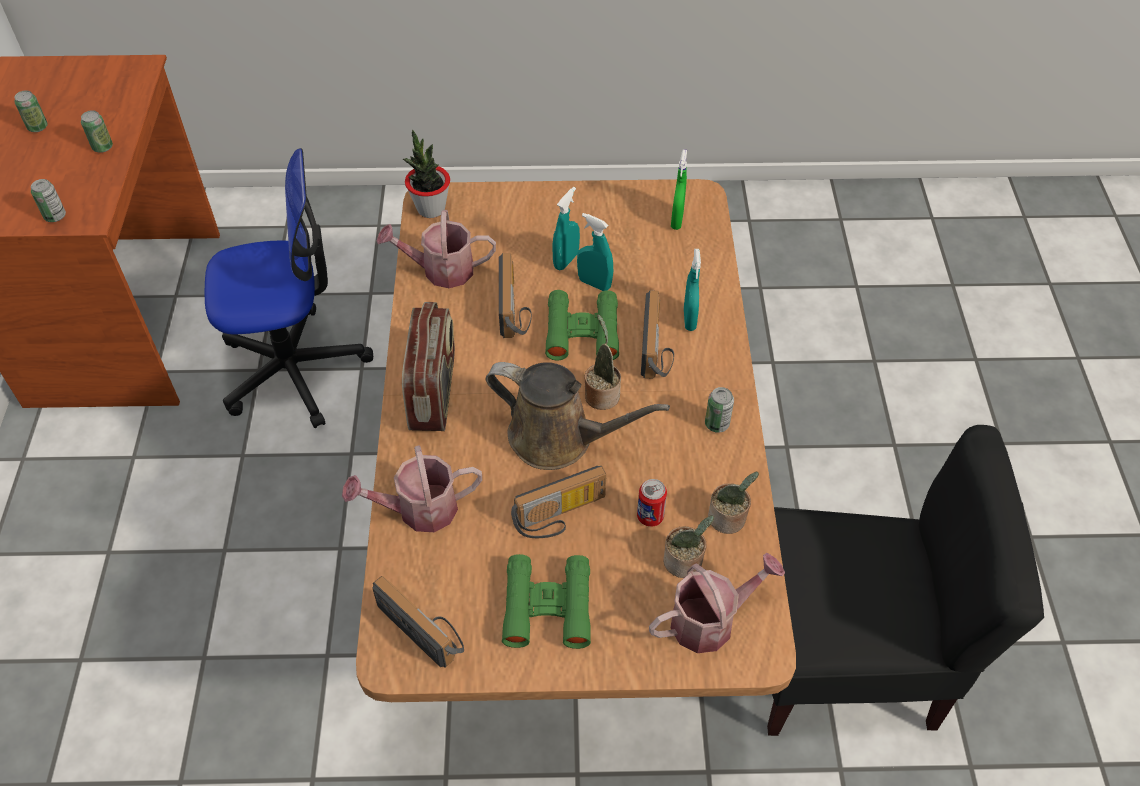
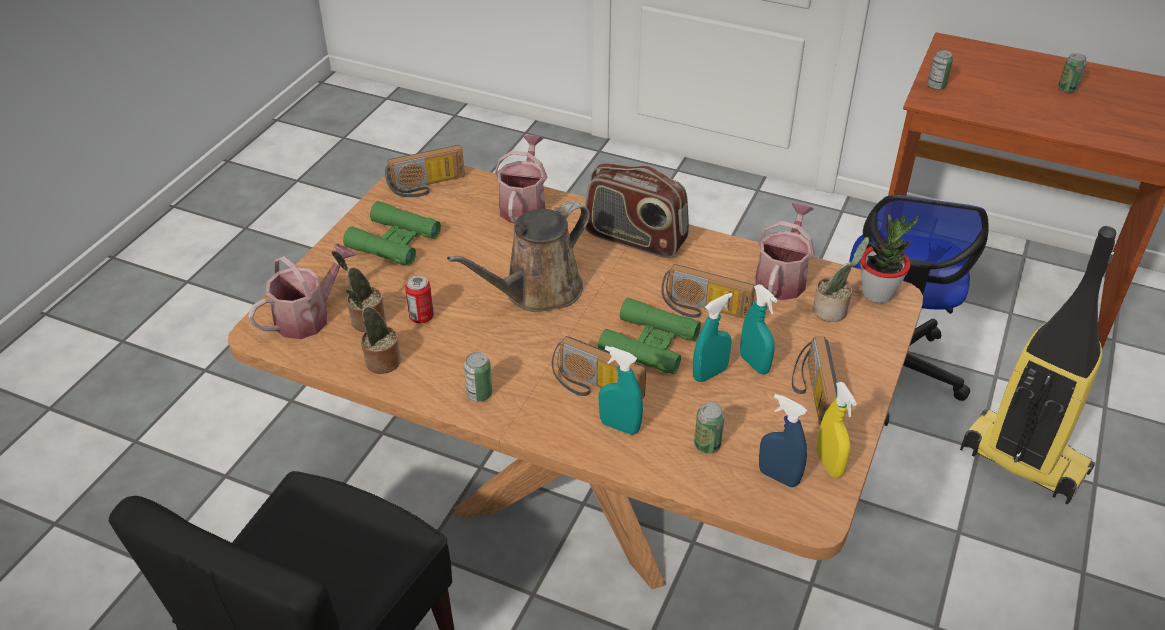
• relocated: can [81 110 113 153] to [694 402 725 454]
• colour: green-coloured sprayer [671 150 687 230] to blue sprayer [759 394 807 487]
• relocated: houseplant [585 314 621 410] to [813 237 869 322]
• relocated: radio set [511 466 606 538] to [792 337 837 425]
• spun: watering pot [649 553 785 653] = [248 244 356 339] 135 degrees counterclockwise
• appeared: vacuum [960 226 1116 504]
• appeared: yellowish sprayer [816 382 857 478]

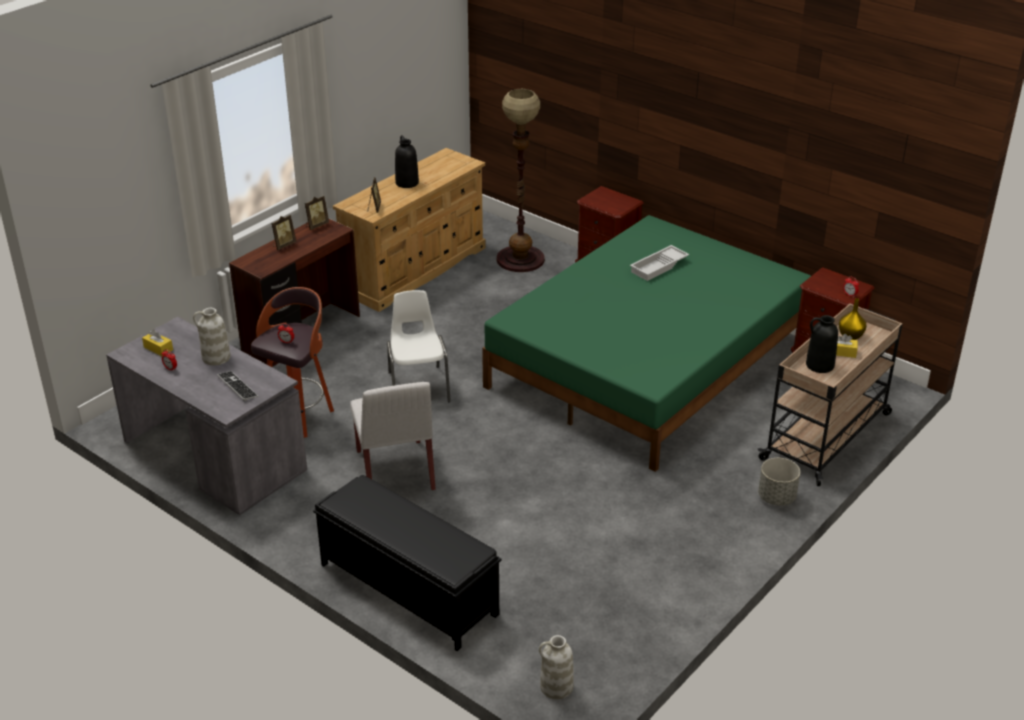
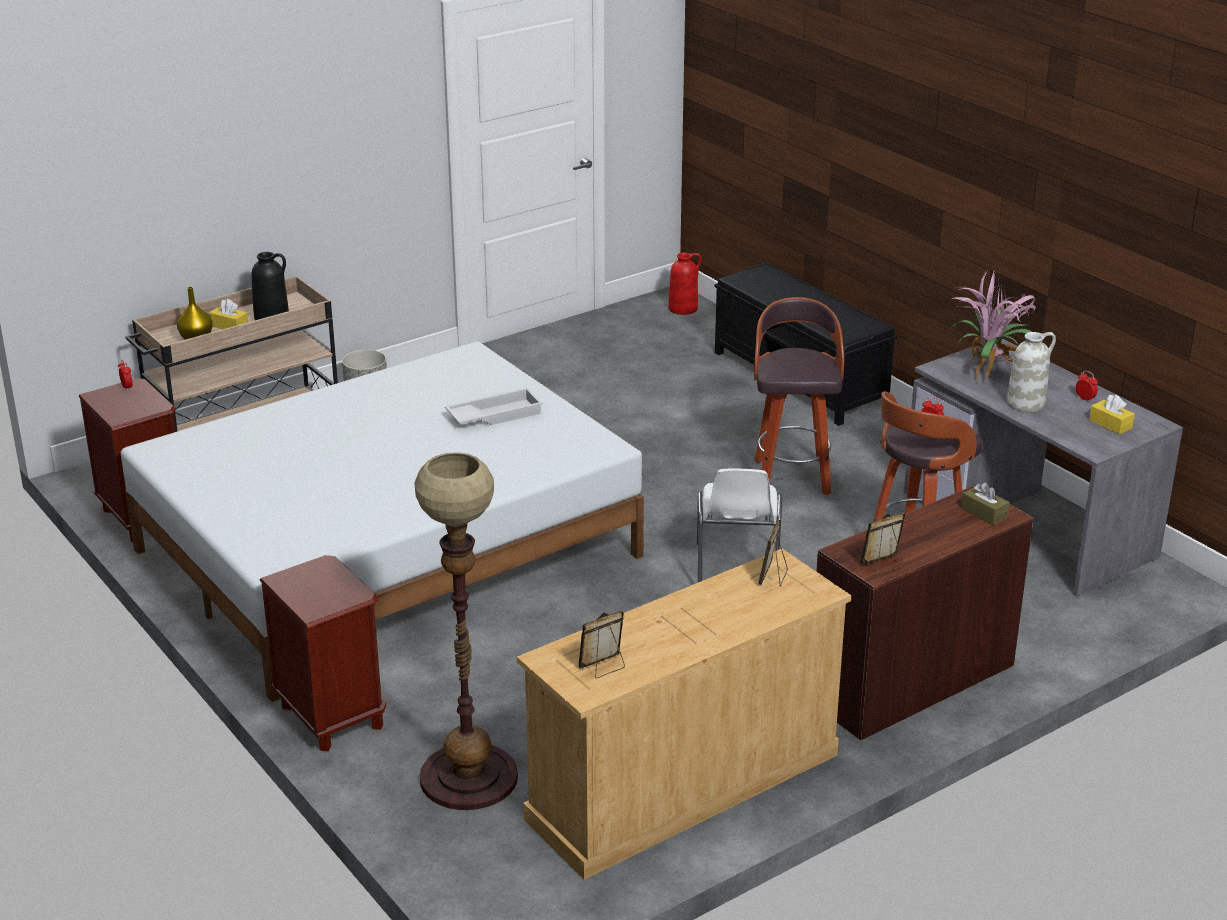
• missing: blackish decorative vase [395 135 419 188]
• relocated: standing frame [271 215 296 250] to [579 610 625 678]
• colour: green-coloured bed [482 215 811 472] to white-coloured bed [121 342 644 702]
• relocated: white-coloured carrying tray [630 245 689 281] to [445 388 543 425]
• exchanged: keyboard [217 371 258 401] to houseplant [952 270 1036 382]
• exchanged: white-coloured plain chair [350 382 436 490] to stool seat [754 297 844 495]
• colour: white-coloured decorative vase [539 635 574 699] to red decorative vase [669 253 702 315]
• appeared: brown-coloured box of tissues [961 482 1010 525]

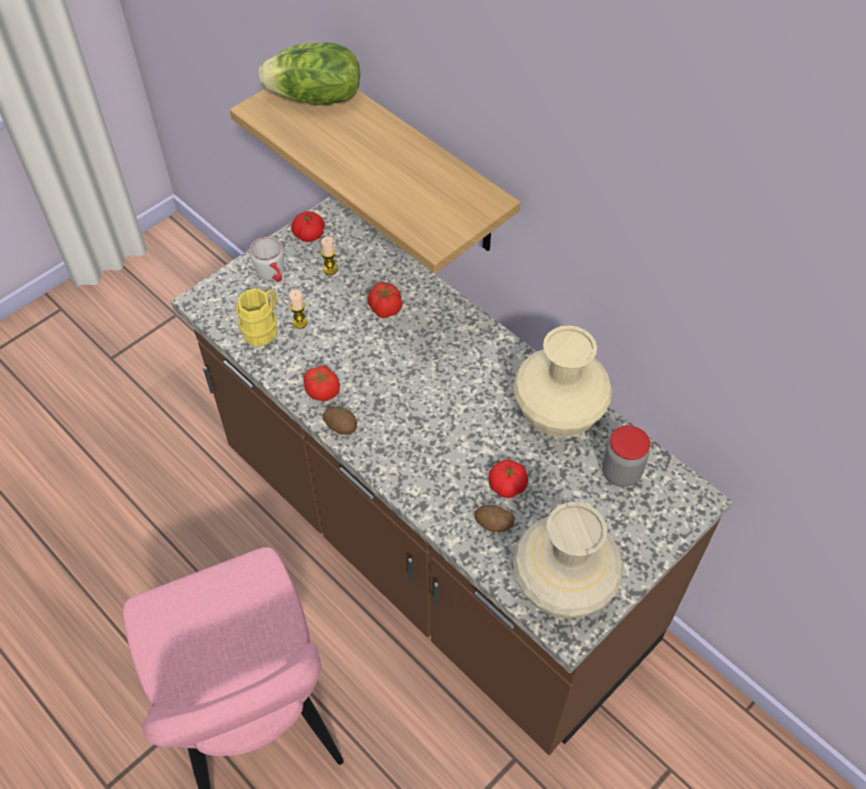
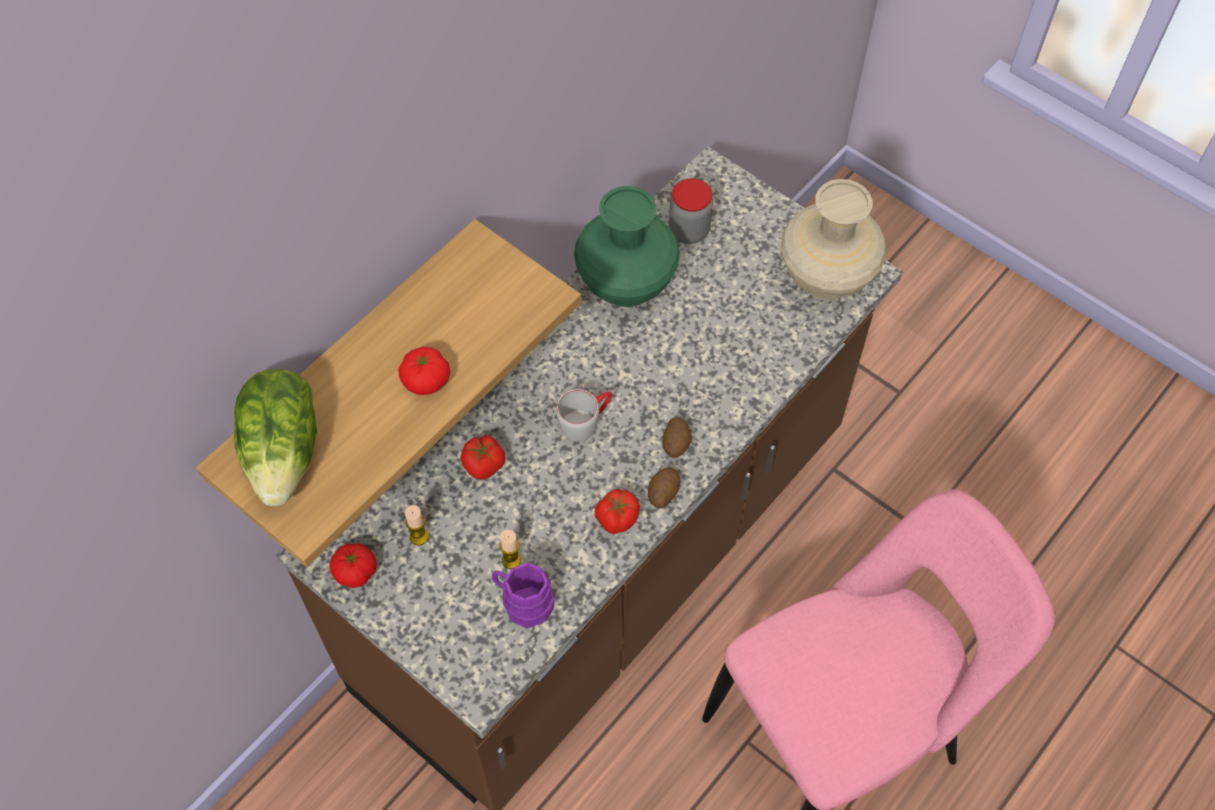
• relocated: gray mug [250 237 284 282] to [556 389 612 442]
• colour: yellowish mug [236 288 277 347] to purple-coloured mug [492 563 555 628]
• colour: sand-coloured decorative vase [513 325 612 437] to green-coloured decorative vase [574 186 680 307]
• relocated: tomato [488 460 528 498] to [398 347 450 395]
• relocated: spud [475 505 515 532] to [662 418 692 458]

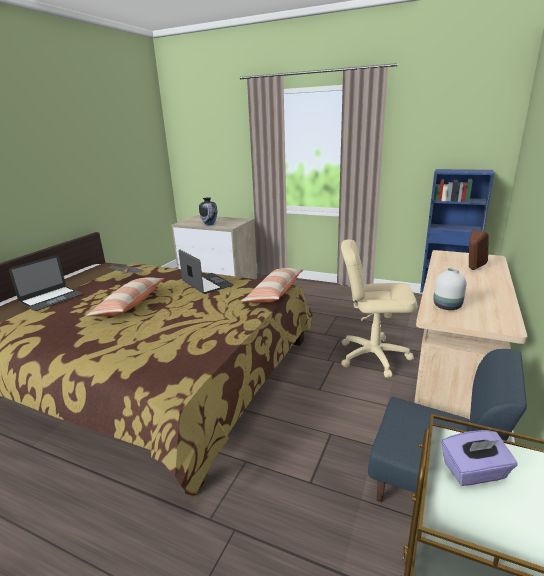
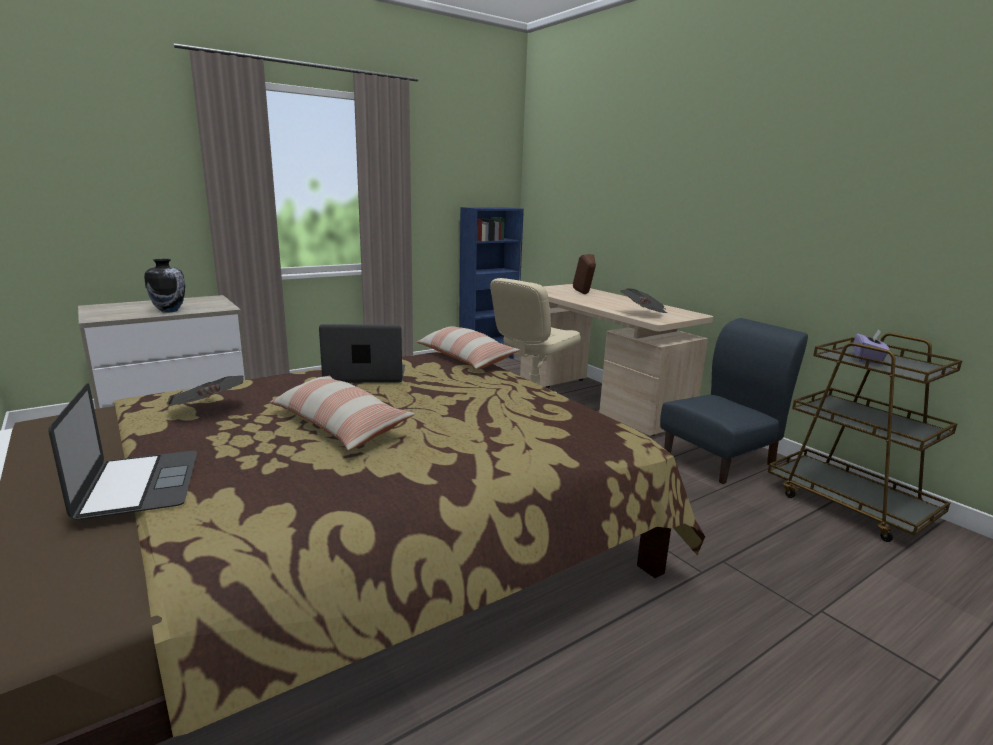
• exchanged: white-coloured decorative vase [433 268 467 310] to daily paper [620 288 667 313]

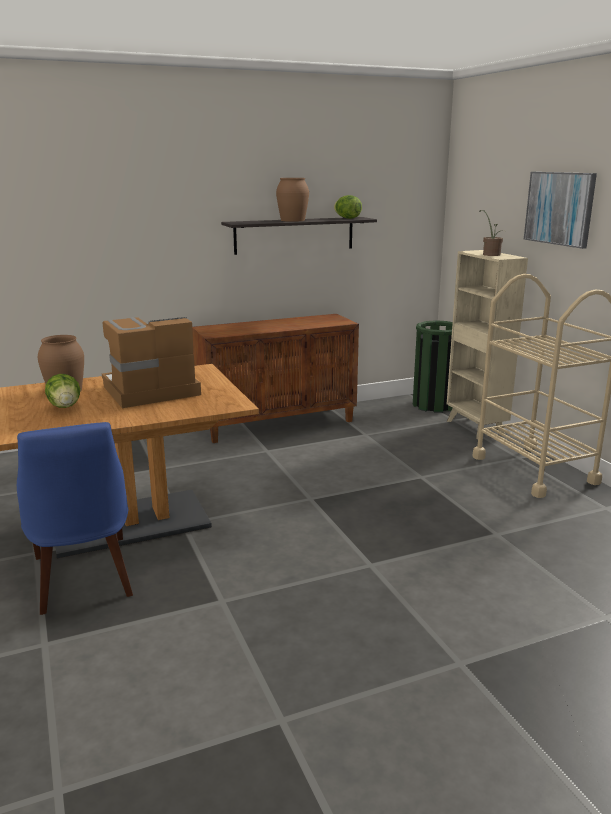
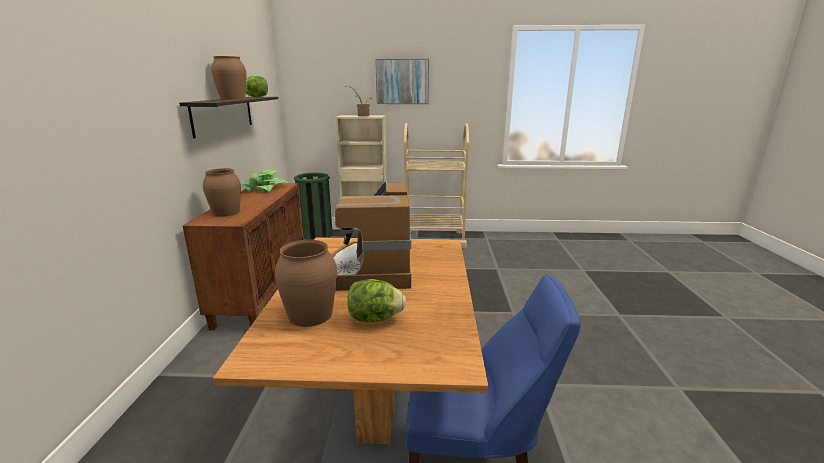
• appeared: brown-coloured decorative vase [203 168 241 216]
• appeared: houseplant [241 170 288 192]

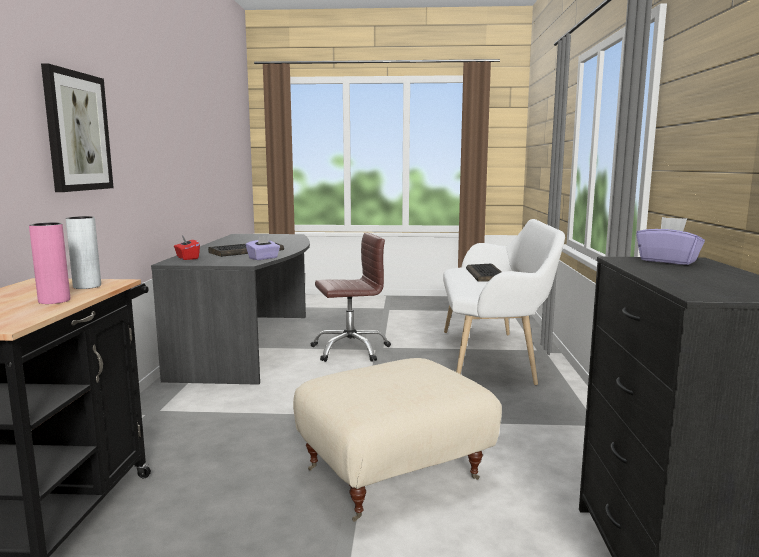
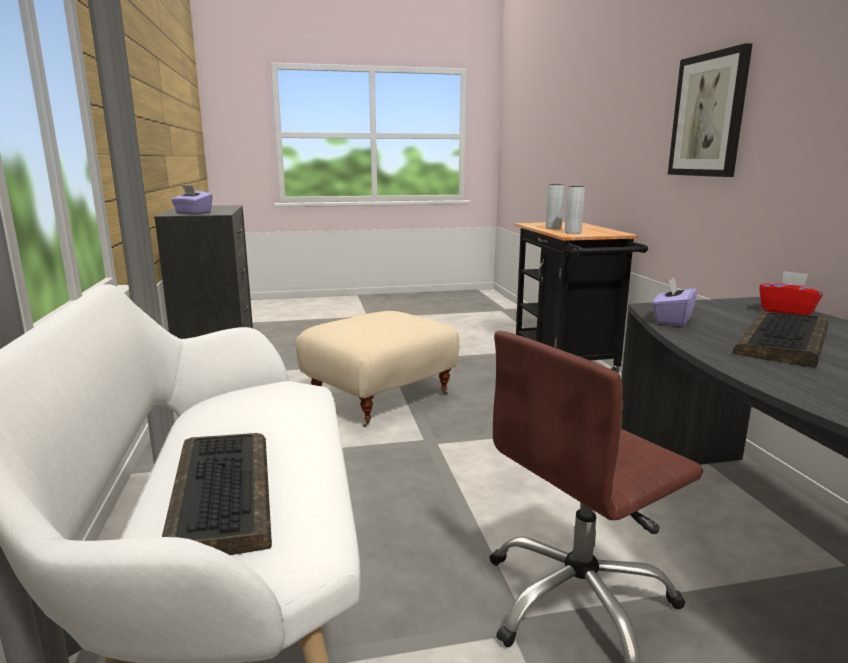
• colour: pinkish decorative vase [29 223 70 304] to gray decorative vase [546 184 564 229]

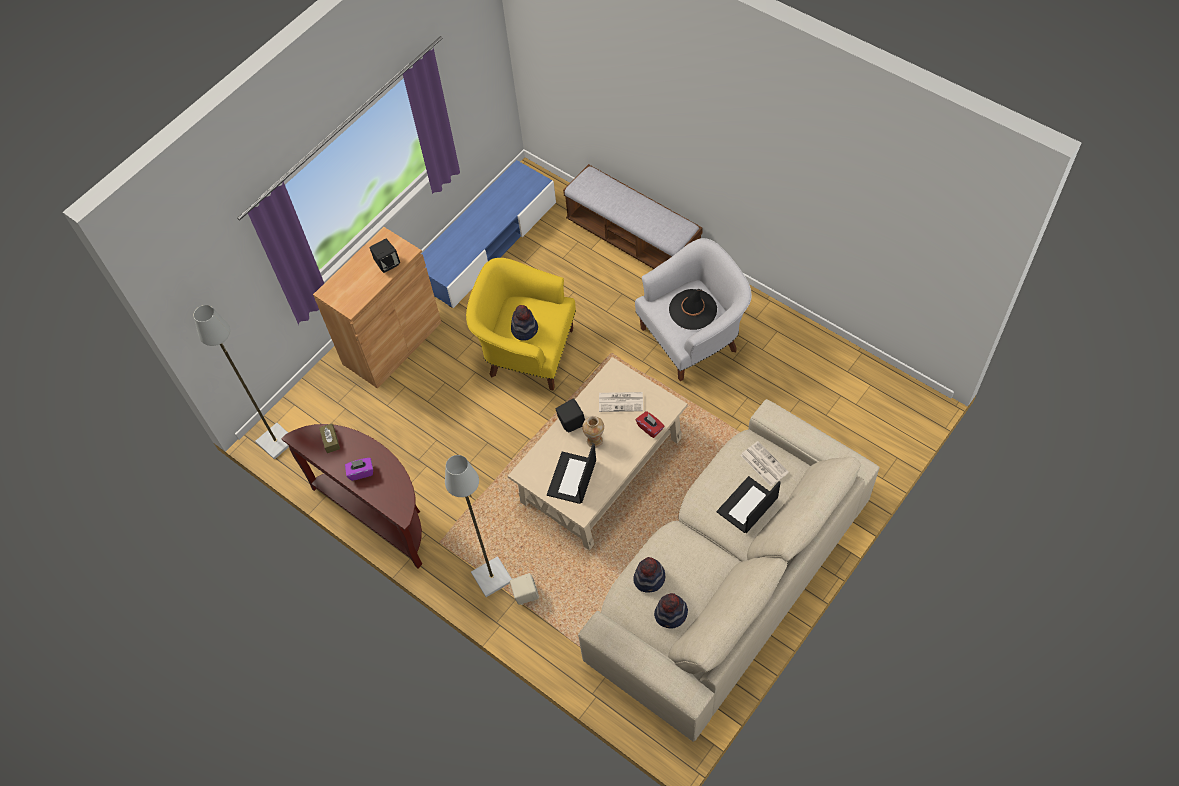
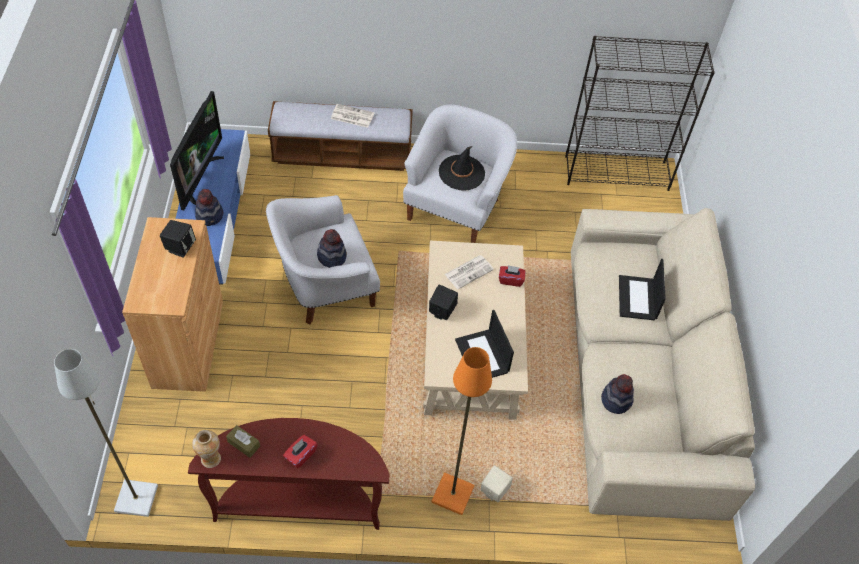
• colour: yellowish armchair [466 258 576 391] to white-coloured armchair [266 195 380 324]
• relocated: decorative vase [582 416 604 448] to [192 430 221 468]
• relocated: daily paper [740 441 789 486] to [331 104 374 128]
• colour: gray standing lamp [445 455 512 597] to orange-coloured standing lamp [431 347 492 515]
• colour: purple-coloured box of tissues [345 458 373 481] to red box of tissues [283 435 318 469]
• relocated: hat [654 593 688 629] to [195 189 223 226]
• appeared: blackish bookshelf [565 36 715 191]
• appeared: television [170 91 224 210]

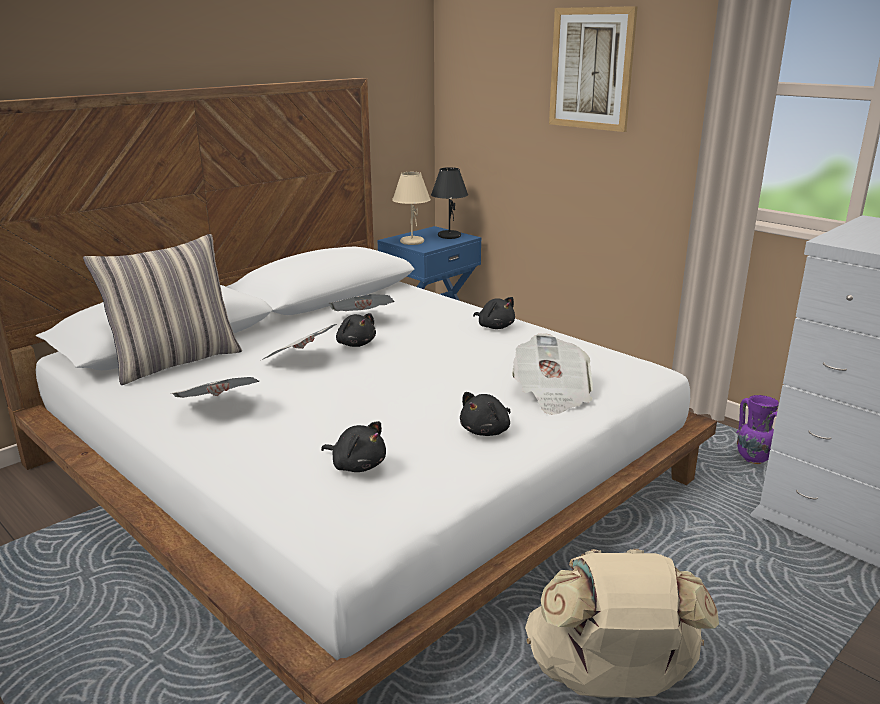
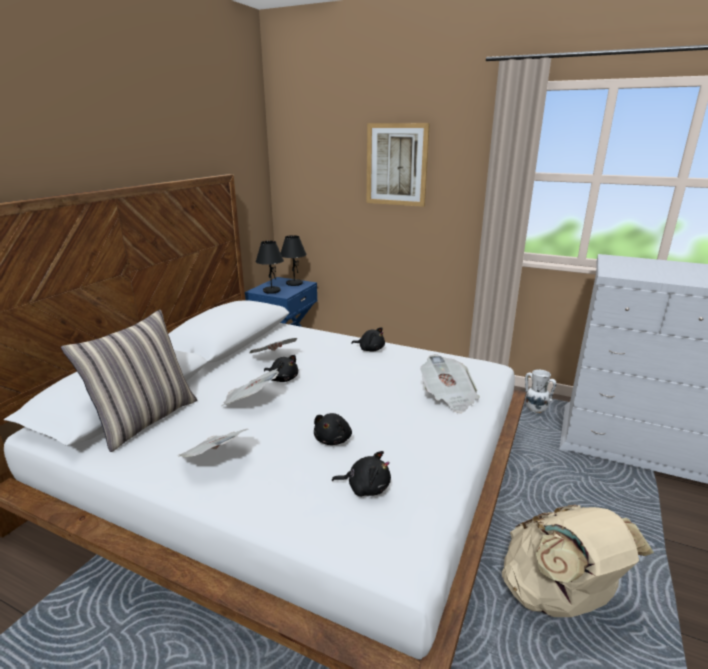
• colour: sand-coloured lamp for a table [392 172 431 245] to blackish lamp for a table [256 241 284 294]
• relocated: blackish cuddly toy [460 392 511 436] to [314 413 352 445]
• colour: purple-coloured decorative vase [736 395 779 464] to white-coloured decorative vase [525 370 556 413]

